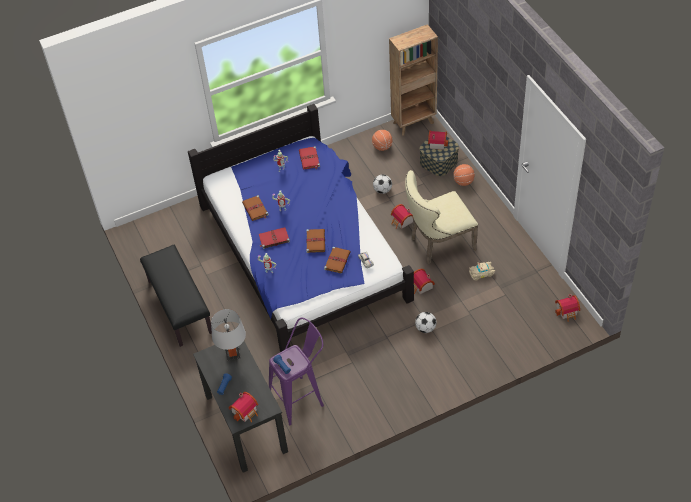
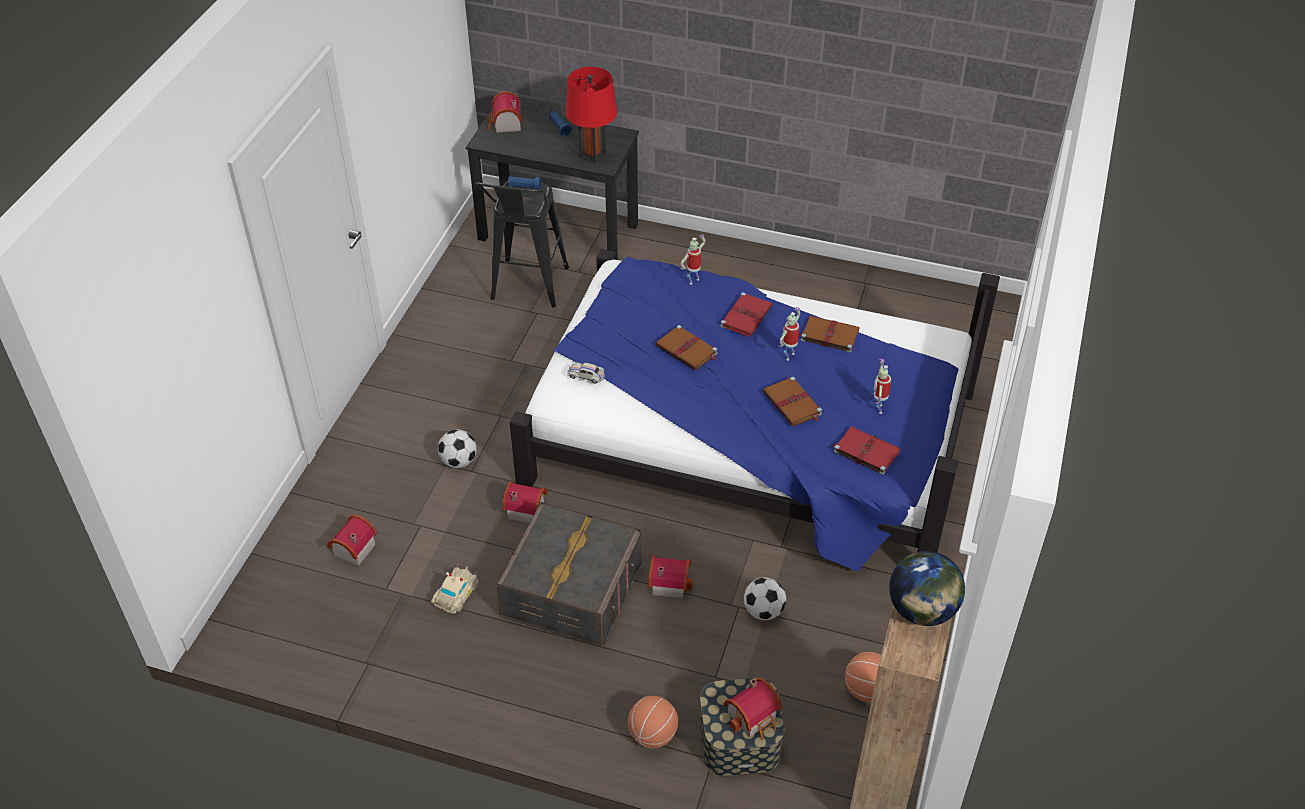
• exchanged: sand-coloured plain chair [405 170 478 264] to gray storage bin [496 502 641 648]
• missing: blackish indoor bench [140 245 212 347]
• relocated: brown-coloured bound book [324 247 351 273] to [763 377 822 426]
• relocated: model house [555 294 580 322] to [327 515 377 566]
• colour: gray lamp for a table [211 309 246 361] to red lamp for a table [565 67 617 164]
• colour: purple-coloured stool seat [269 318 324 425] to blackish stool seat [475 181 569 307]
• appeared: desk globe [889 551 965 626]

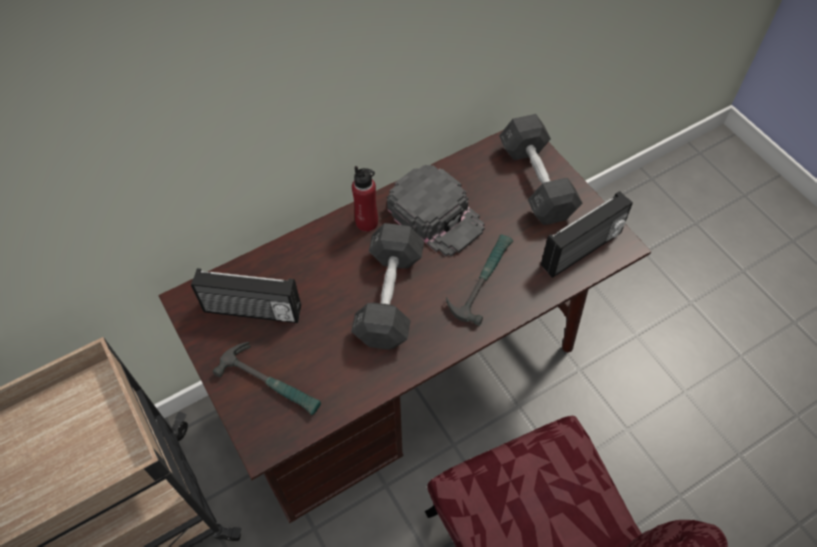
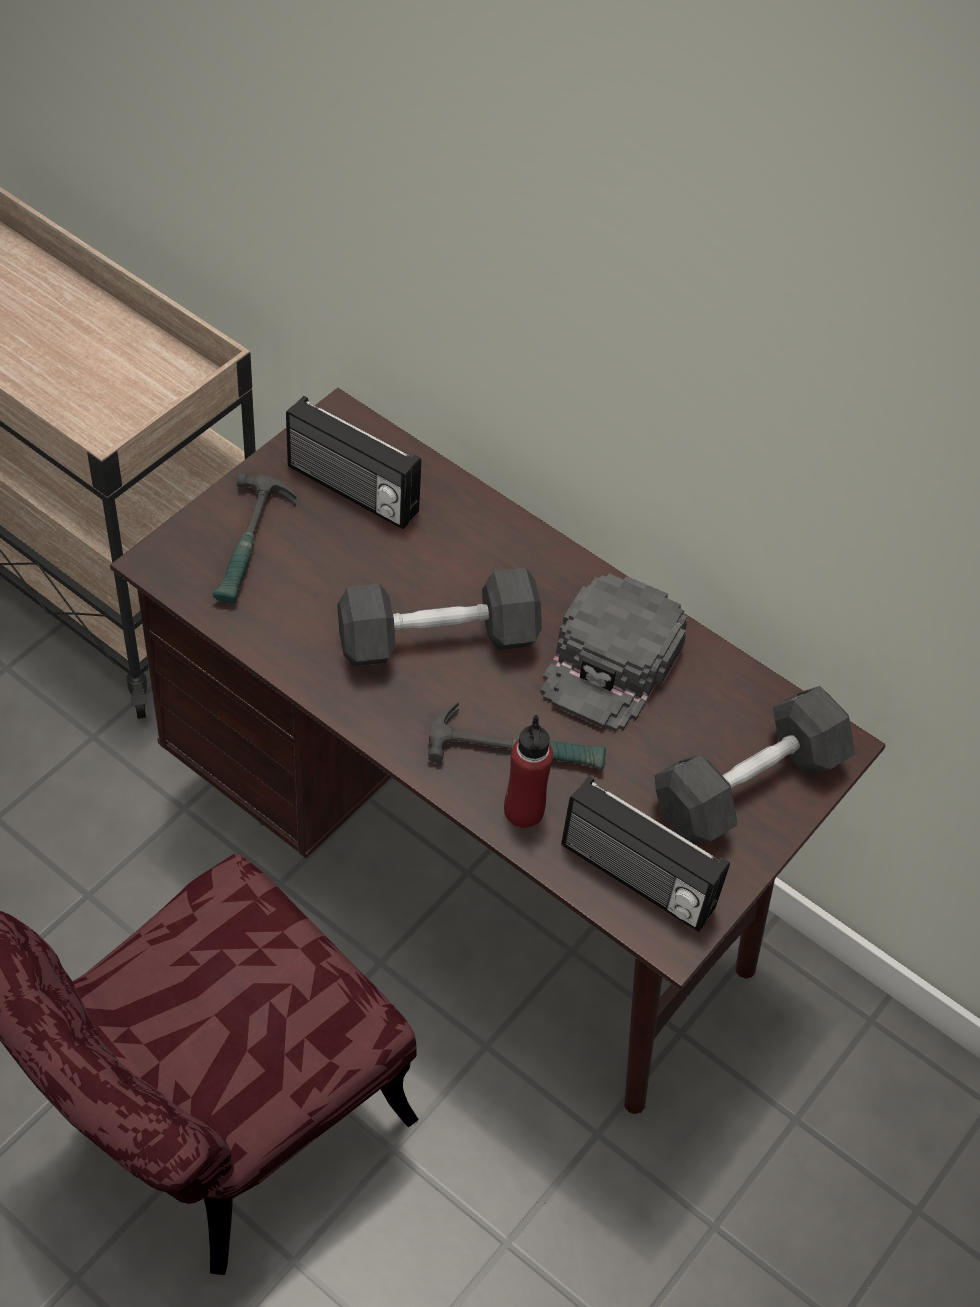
• relocated: red drink bottle [352 166 378 232] to [504 715 553 828]
• spun: radio set [191 268 301 323] = [286 396 421 529] 45 degrees counterclockwise

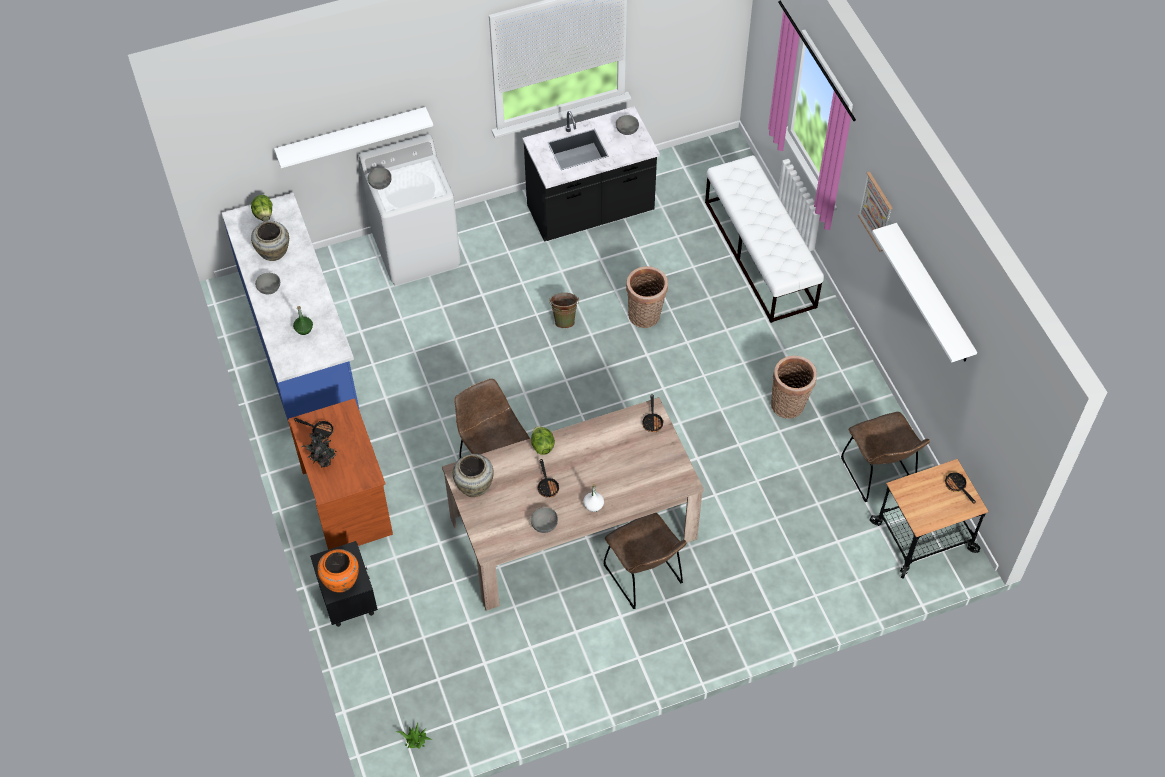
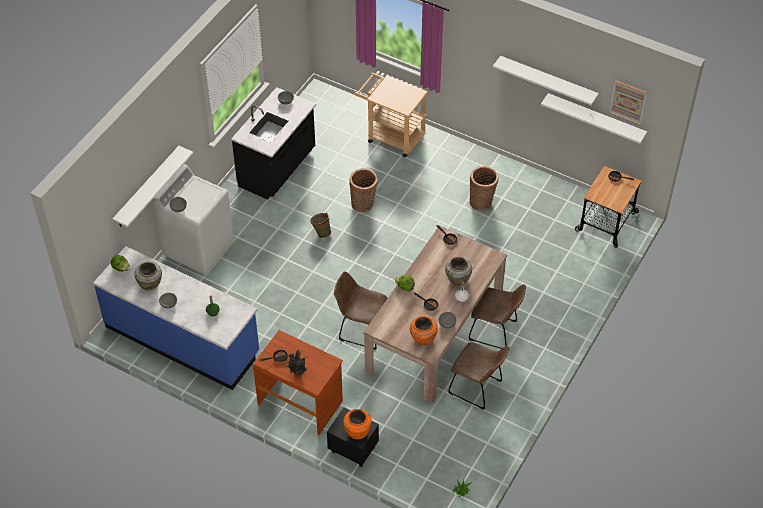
• exchanged: white-coloured indoor bench [705 155 824 323] to sand-coloured trolley [354 73 428 158]
• relocated: wall art [858 172 893 251] to [609 80 647 125]
• relocated: brown-coloured plain chair [841 412 930 502] to [449 342 510 410]
• relocated: sand-coloured decorative vase [453 454 494 497] to [445 257 472 286]
• appeared: white-coloured shelf [541 93 647 144]
• appeared: orange-coloured decorative vase [410 316 438 346]

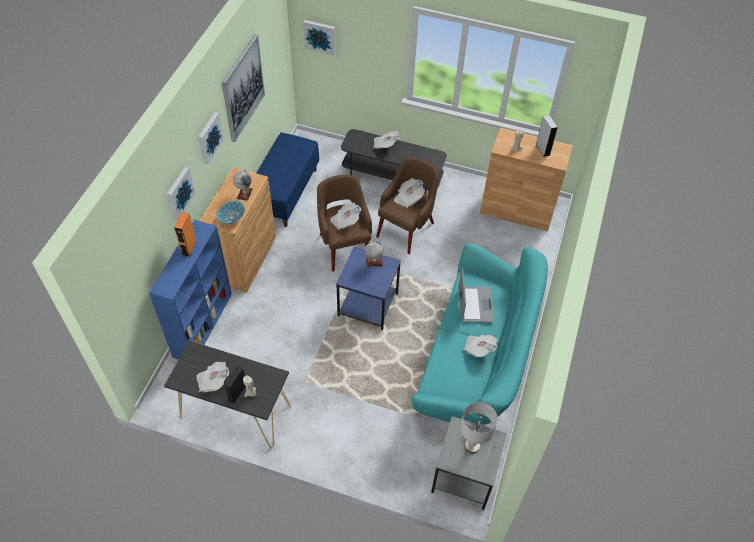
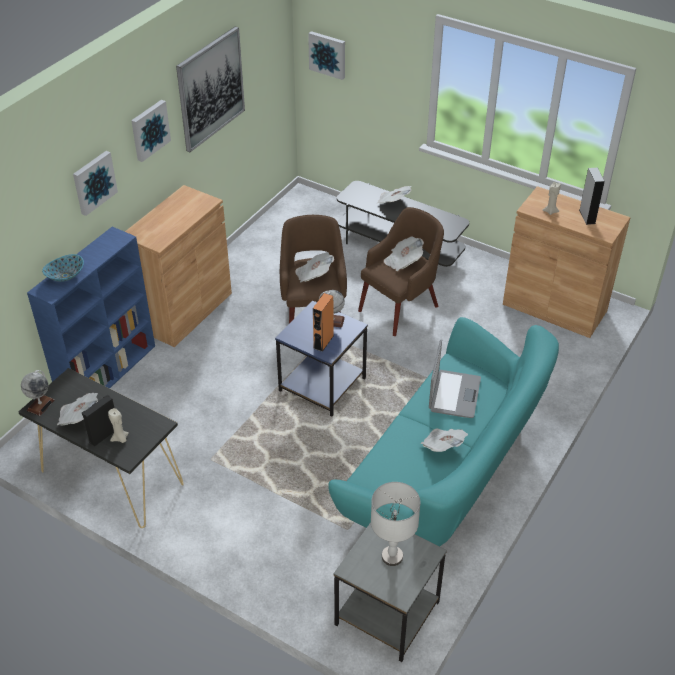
• missing: blue indoor bench [256 132 319 227]
• relocated: desk globe [233 169 252 201] to [21 370 55 416]
• relocated: serving bowl [216 201 245 224] to [42 254 84 282]
• relocated: orange-coloured audio speaker [174 212 197 257] to [313 293 334 352]

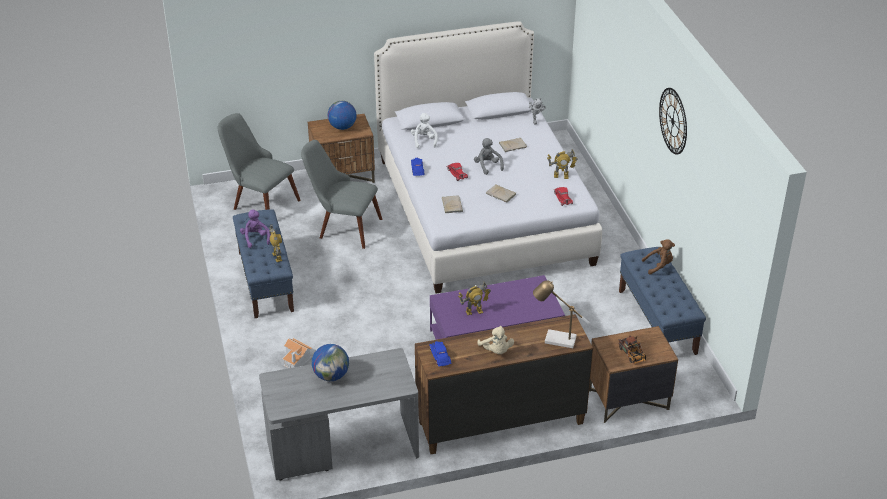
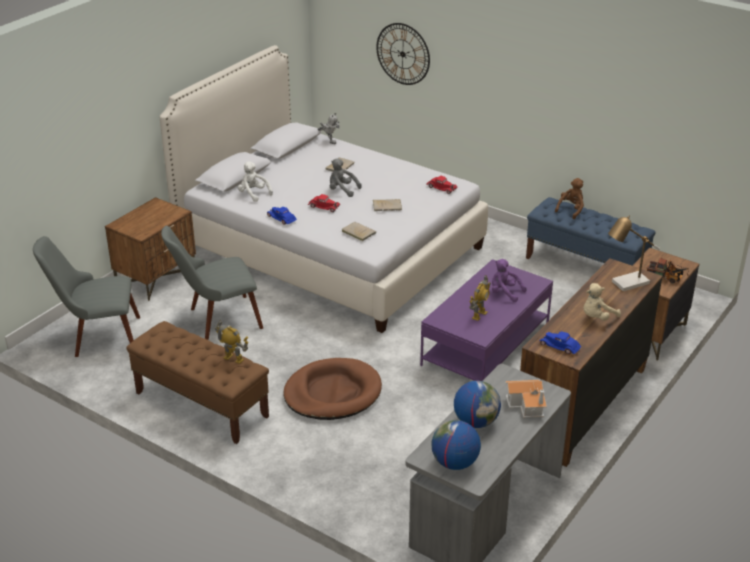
• relocated: wall clock [659 88 687 155] to [376 23 430 85]
• relocated: desk globe [328 101 357 130] to [431 420 481 470]
• missing: toy robot [547 149 578 179]
• colour: blue indoor bench [233 209 294 318] to brown-coloured indoor bench [126 321 269 444]
• relocated: purple-coloured cuddly toy [240 209 270 248] to [492 259 527 302]
• spun: sand-coloured cuddly toy [477 326 514 354] = [583 283 621 321] 120 degrees clockwise
• relocated: model house [283 338 313 368] to [505 380 547 418]
• appeared: brown-coloured dog cushion [283 358 382 420]

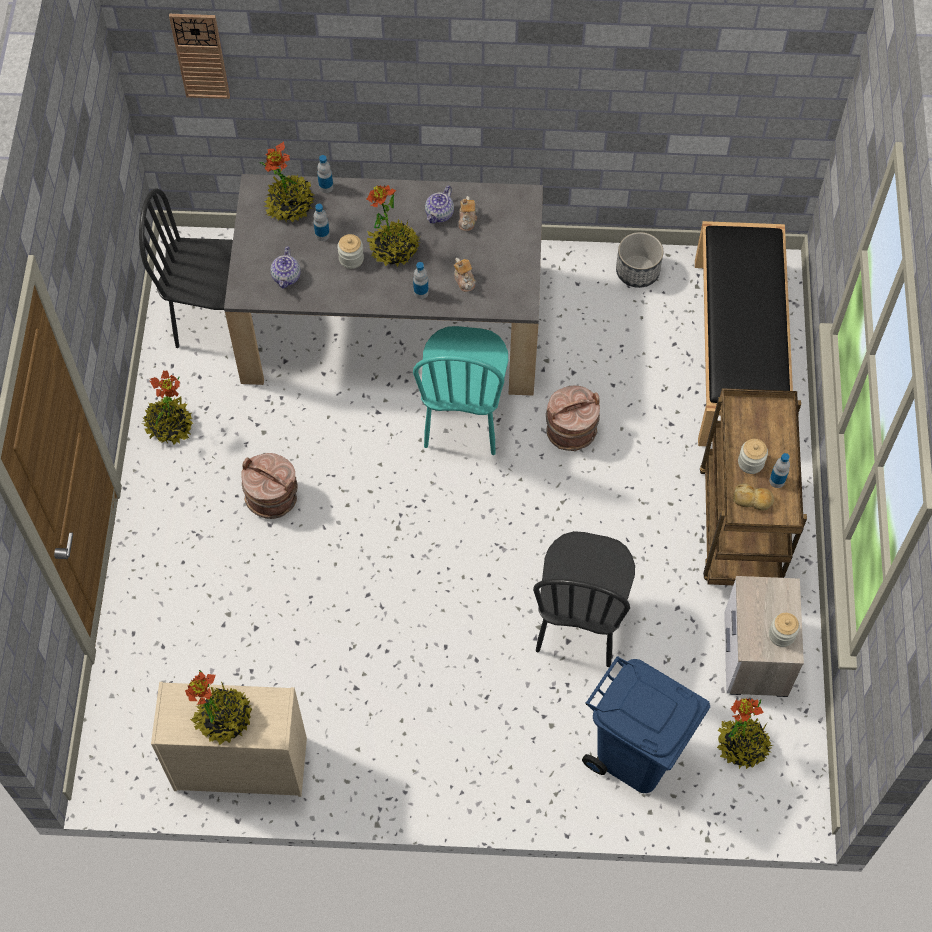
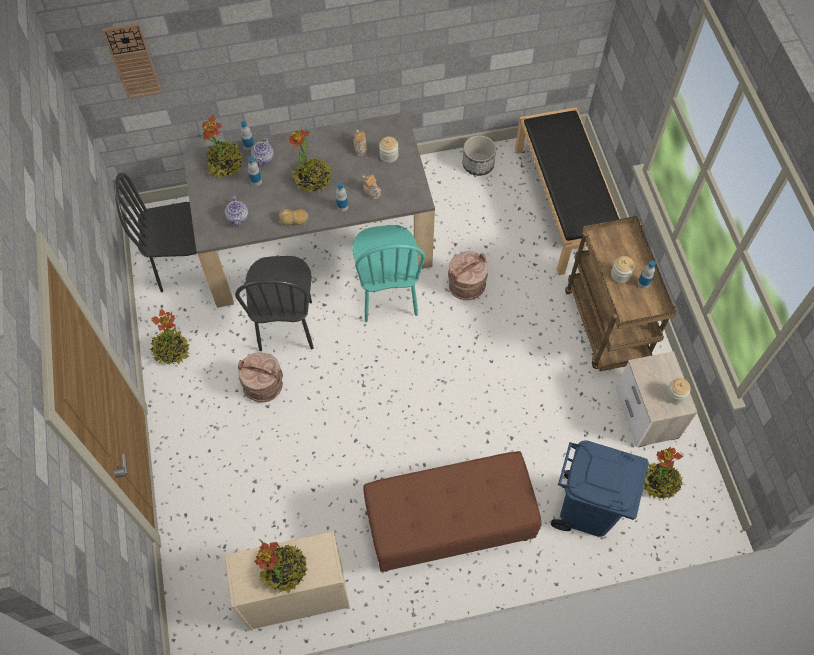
• relocated: teapot [425 185 454 223] to [251 136 274 166]
• relocated: storage jar [337 234 364 269] to [379 136 398 163]
• relocated: bakery bread [733 483 774 511] to [279 209 308 226]
• relocated: blackish plain chair [533 531 635 667] to [235 256 314 351]
• appeared: brown-coloured indoor bench [363 451 542 572]

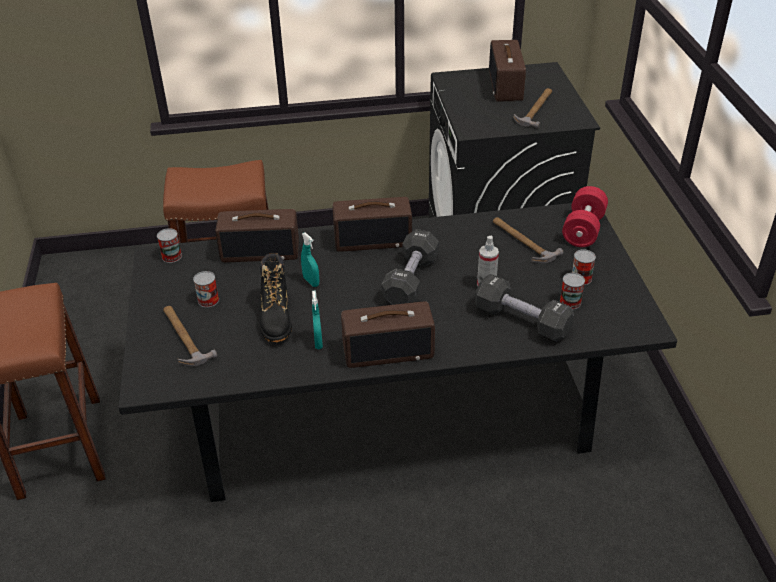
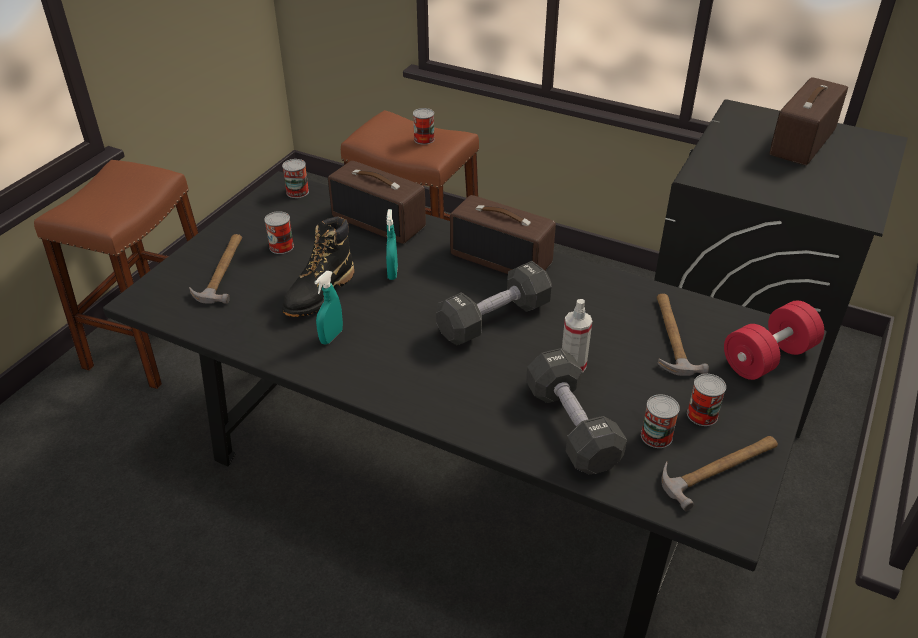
• relocated: hand hammer [513 88 552 129] to [661 436 778 511]
• missing: radio set [341 301 435 368]
• appeared: can [413 108 435 145]

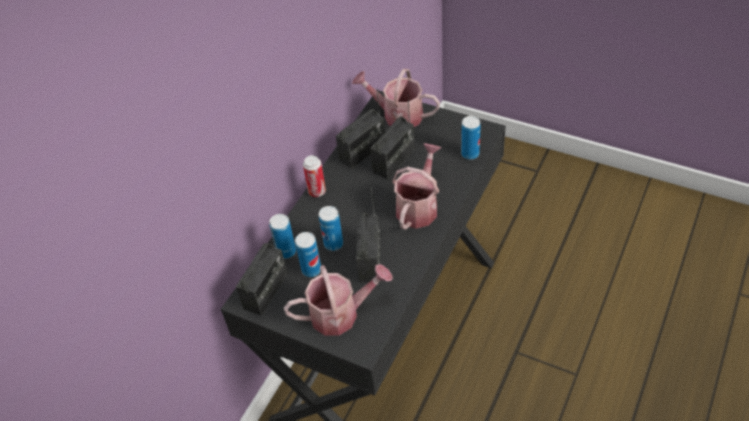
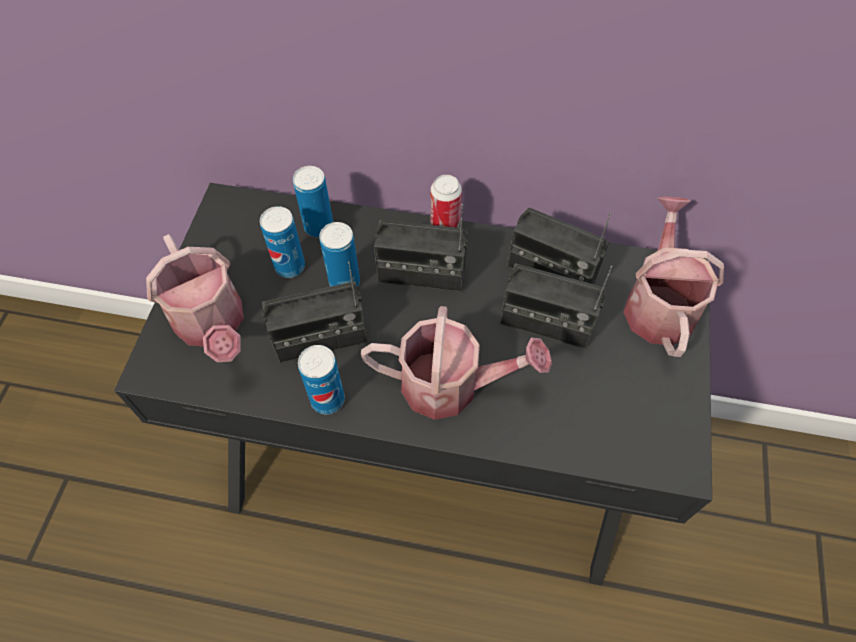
• relocated: can [461 116 481 160] to [298 345 345 414]
• relocated: radio set [236 222 287 316] to [374 204 468 292]

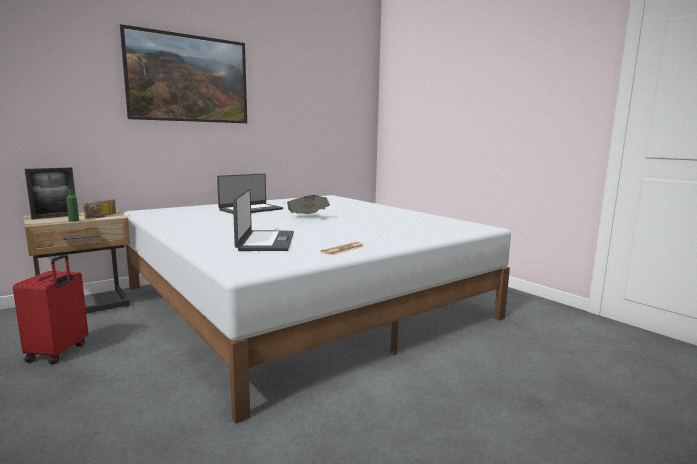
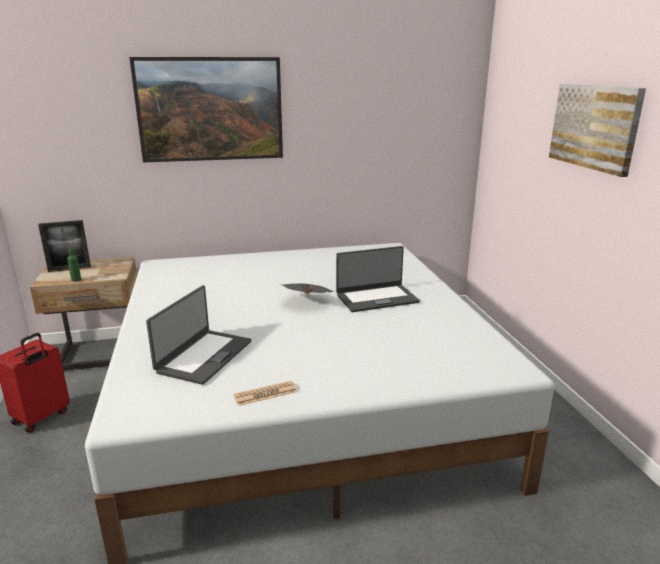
• relocated: laptop [217 173 283 214] to [336 246 420 312]
• missing: radio set [84 199 116 219]
• appeared: wall art [549 84 646 177]

